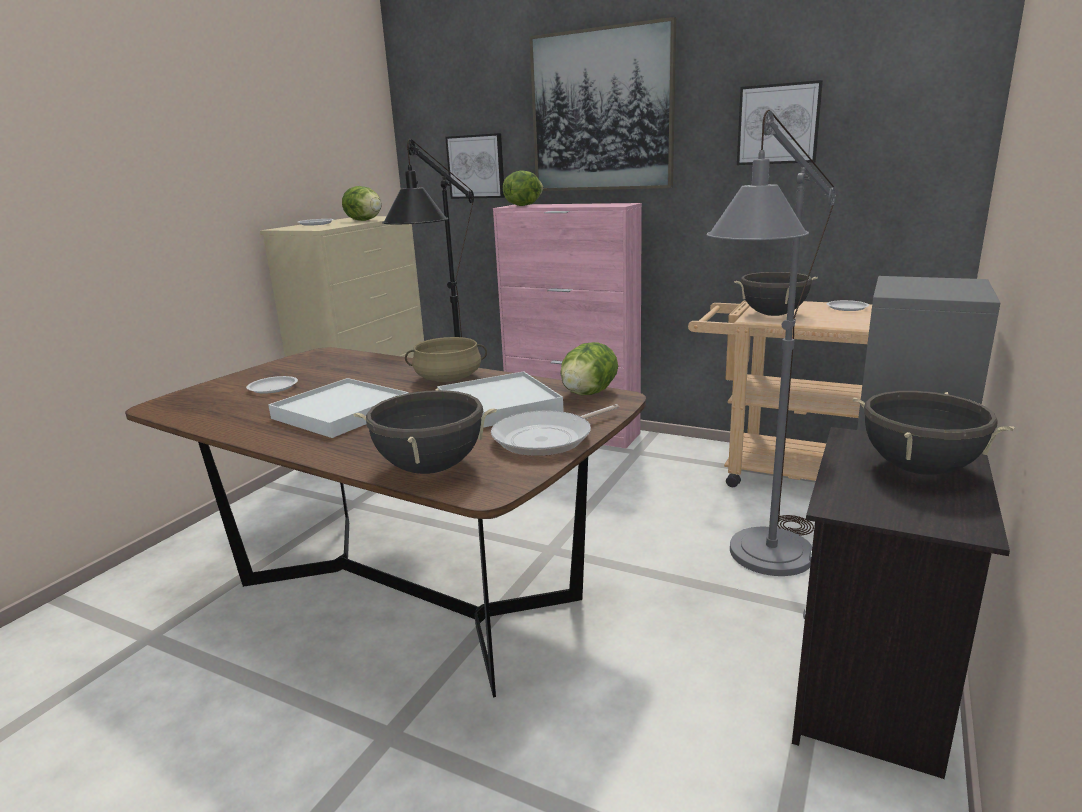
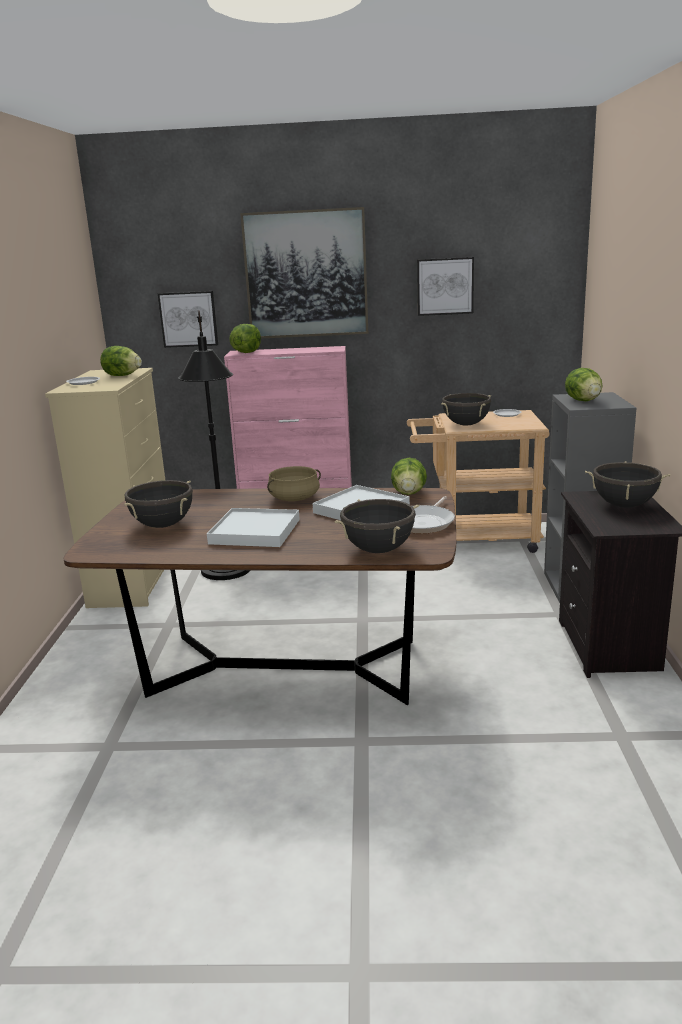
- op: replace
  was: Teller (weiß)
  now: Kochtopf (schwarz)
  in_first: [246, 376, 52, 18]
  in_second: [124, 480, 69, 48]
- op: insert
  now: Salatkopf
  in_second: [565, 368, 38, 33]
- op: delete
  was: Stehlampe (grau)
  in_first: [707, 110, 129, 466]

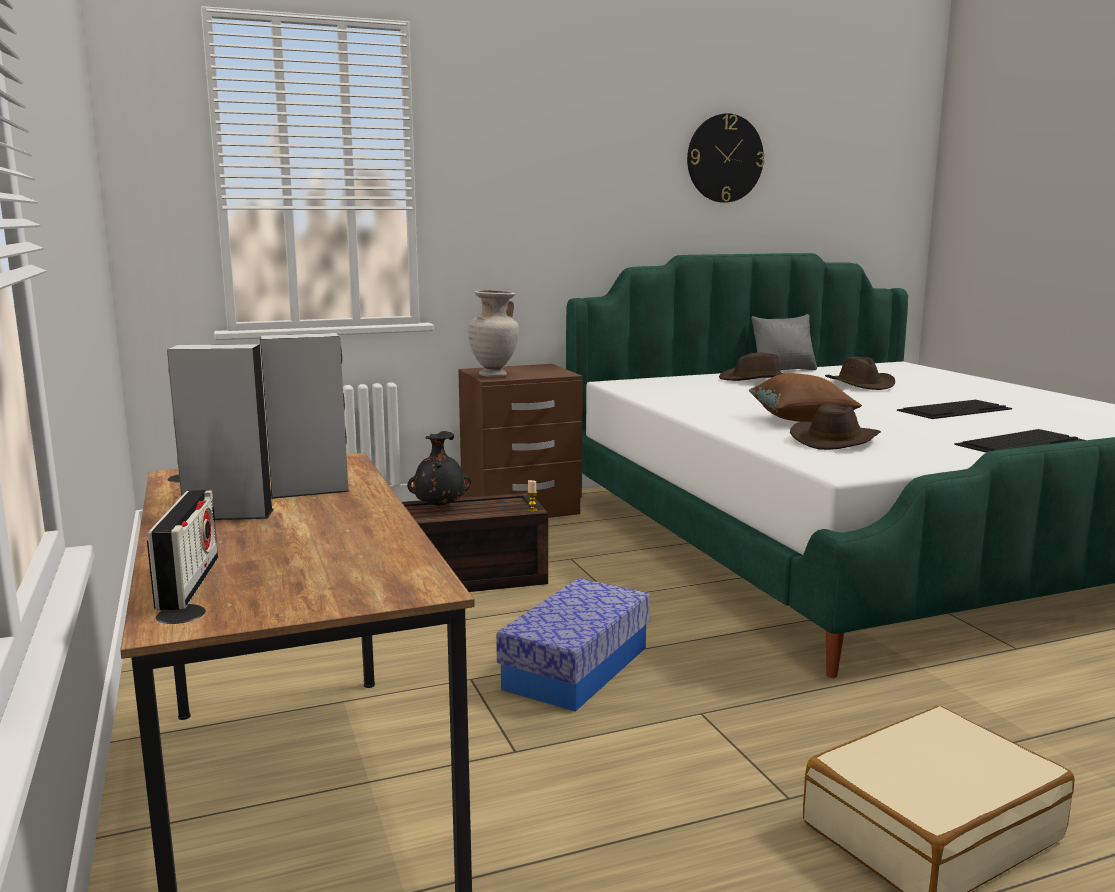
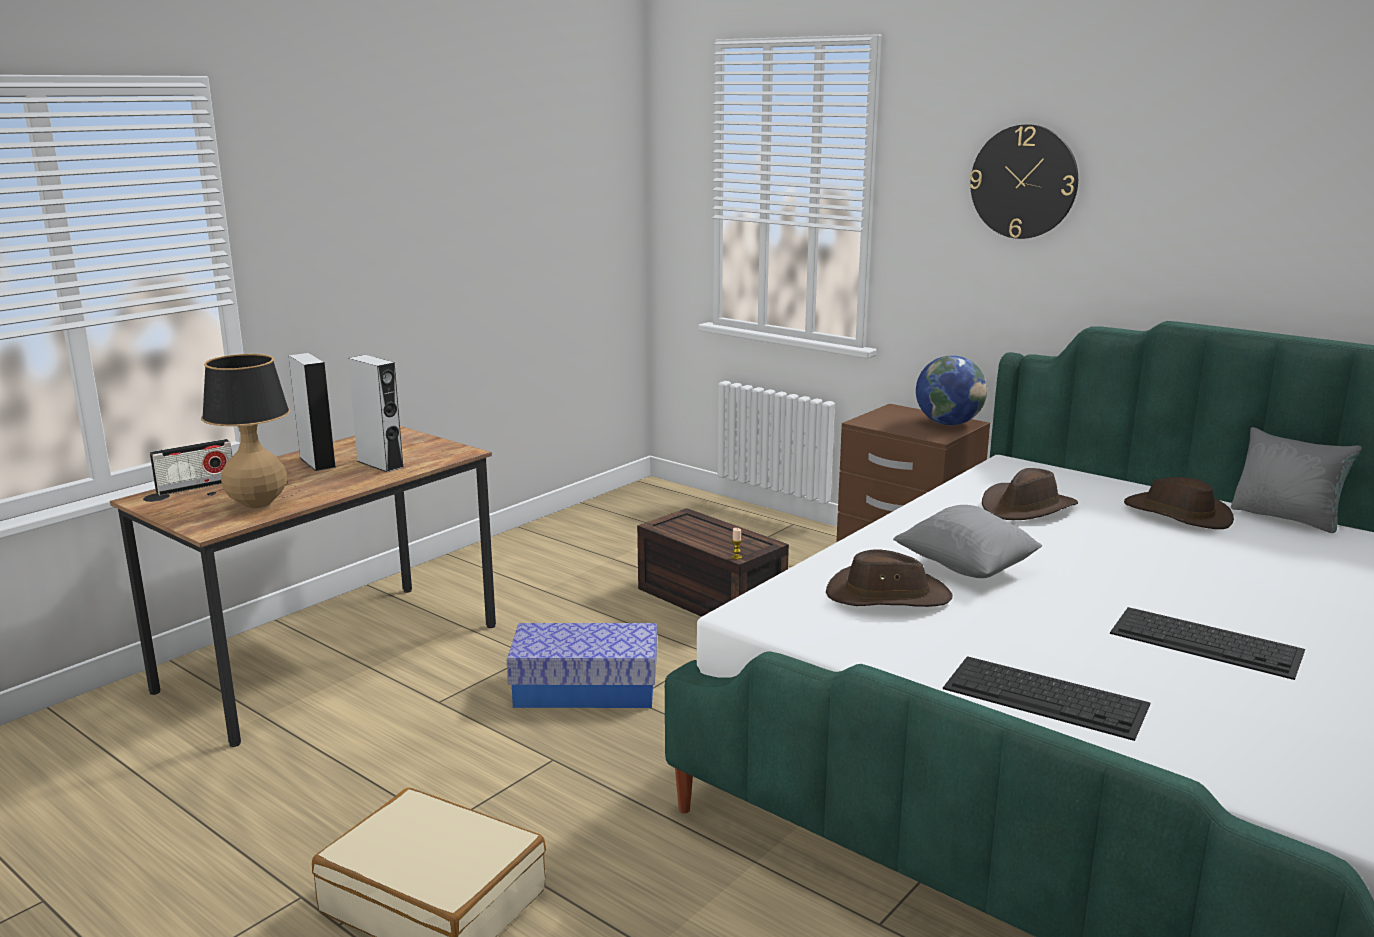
- op: insert
  now: Tischlampe
  in_second: [201, 354, 99, 154]
- op: recolor
  was: Kissen (braun)
  now: Kissen (grau)
  in_first: [748, 373, 114, 49]
  in_second: [893, 505, 149, 73]
- op: insert
  now: Globus
  in_second: [916, 355, 71, 70]
- op: move
  was: Wanduhr
  in_first: [687, 113, 78, 90]
  in_second: [970, 124, 108, 115]
- op: move
  was: Hut (braun)
  in_first: [825, 357, 70, 33]
  in_second: [982, 468, 96, 52]
- op: delete
  was: Vase (schwarz)
  in_first: [407, 431, 64, 75]
- op: delete
  was: Vase (beige)
  in_first: [469, 290, 50, 87]

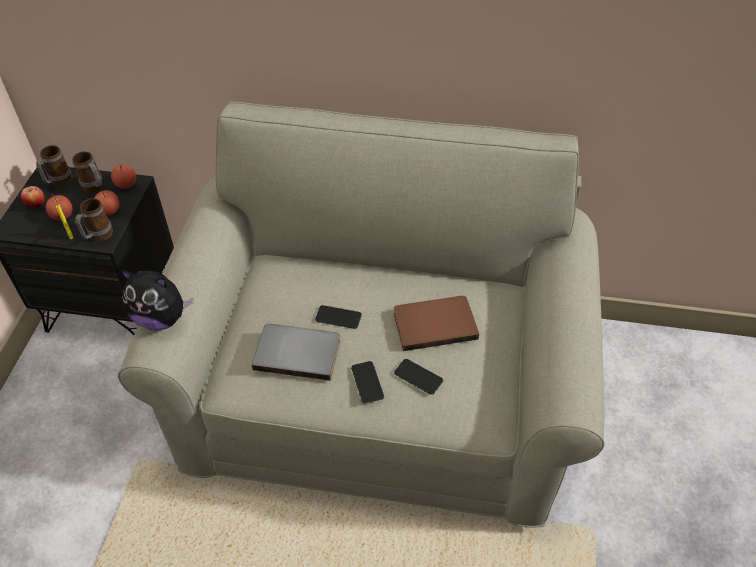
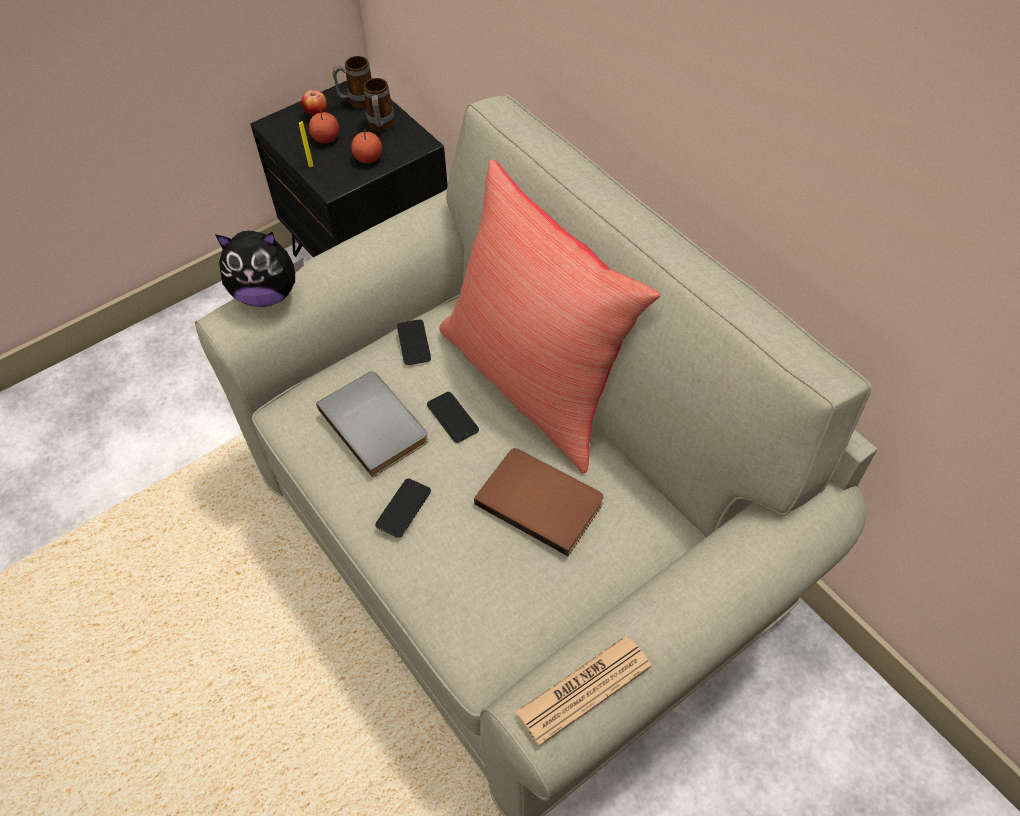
- op: rotate
  was: Plüschtier
  in_first: [121, 270, 73, 60]
  in_second: [215, 231, 89, 76]
  clockwise: -60
- op: move
  was: Handy
  in_first: [394, 359, 49, 36]
  in_second: [397, 319, 34, 46]
- op: insert
  now: Kissen (rot)
  in_second: [439, 159, 221, 315]
- op: insert
  now: Zeitung
  in_second: [515, 636, 137, 110]
- op: delete
  was: Henkelbecher
  in_first: [75, 198, 38, 43]
- op: delete
  was: Apfel
  in_first: [111, 164, 25, 25]

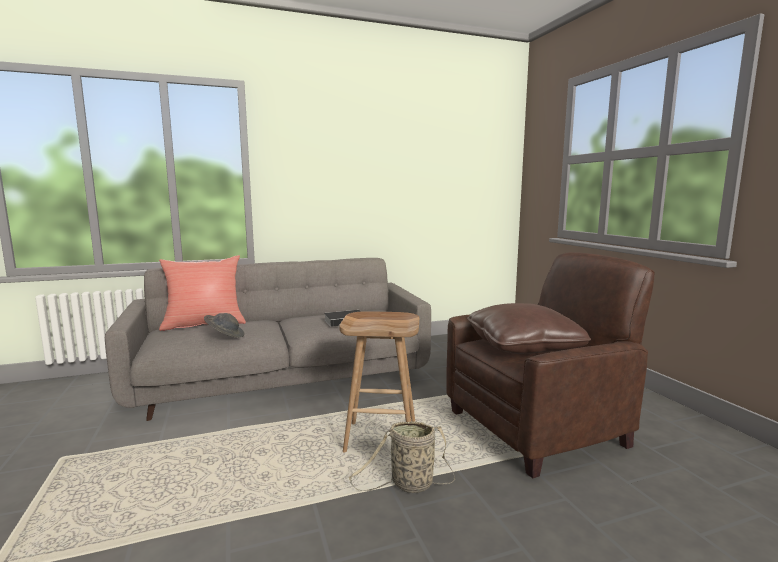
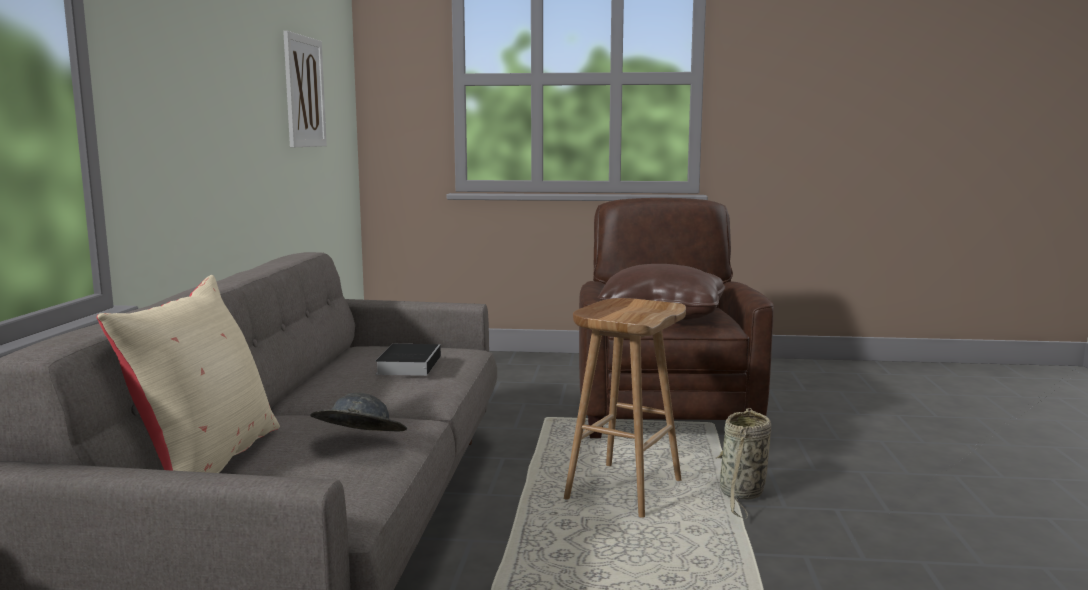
- op: recolor
  was: Kissen (rot)
  now: Kissen (beige)
  in_first: [159, 255, 87, 76]
  in_second: [97, 275, 183, 198]
- op: insert
  now: Bild
  in_second: [283, 31, 44, 116]

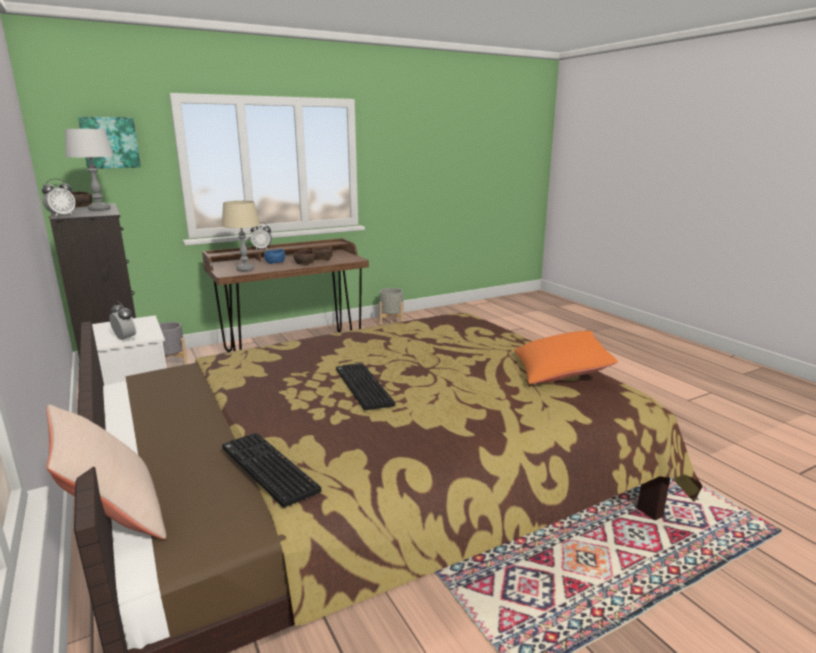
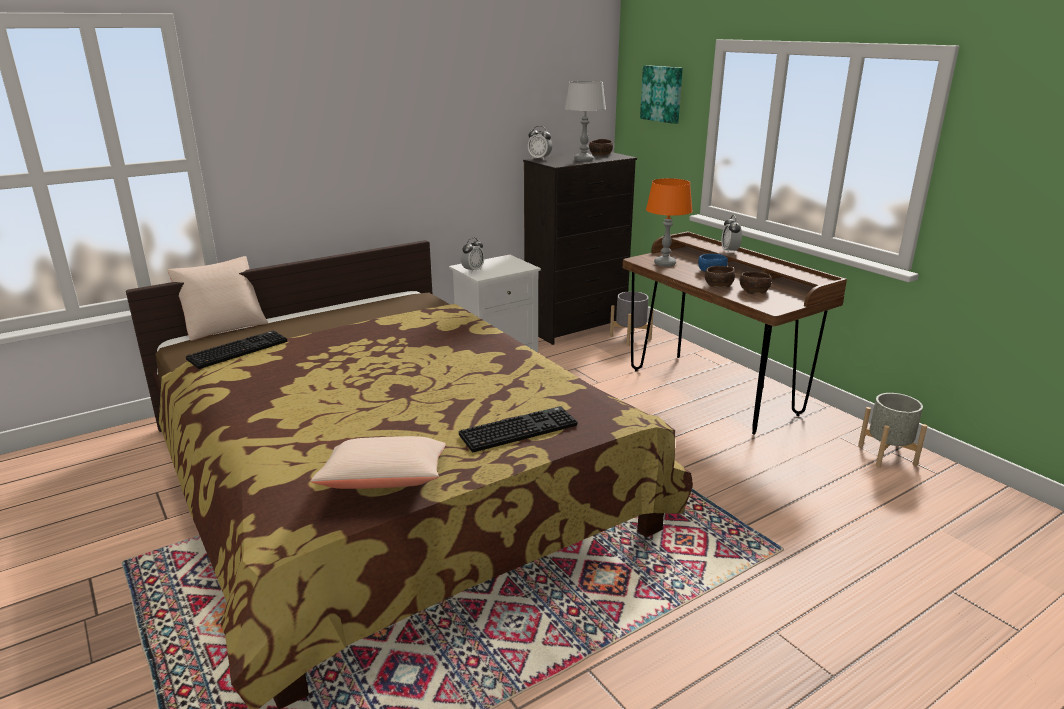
- op: recolor
  was: Kissen (orange)
  now: Kissen (beige)
  in_first: [514, 331, 104, 53]
  in_second: [311, 436, 135, 53]
- op: move
  was: Tastatur
  in_first: [336, 363, 59, 47]
  in_second: [459, 406, 118, 46]
- op: recolor
  was: Tischlampe (beige)
  now: Tischlampe (orange)
  in_first: [222, 201, 38, 70]
  in_second: [646, 178, 47, 89]

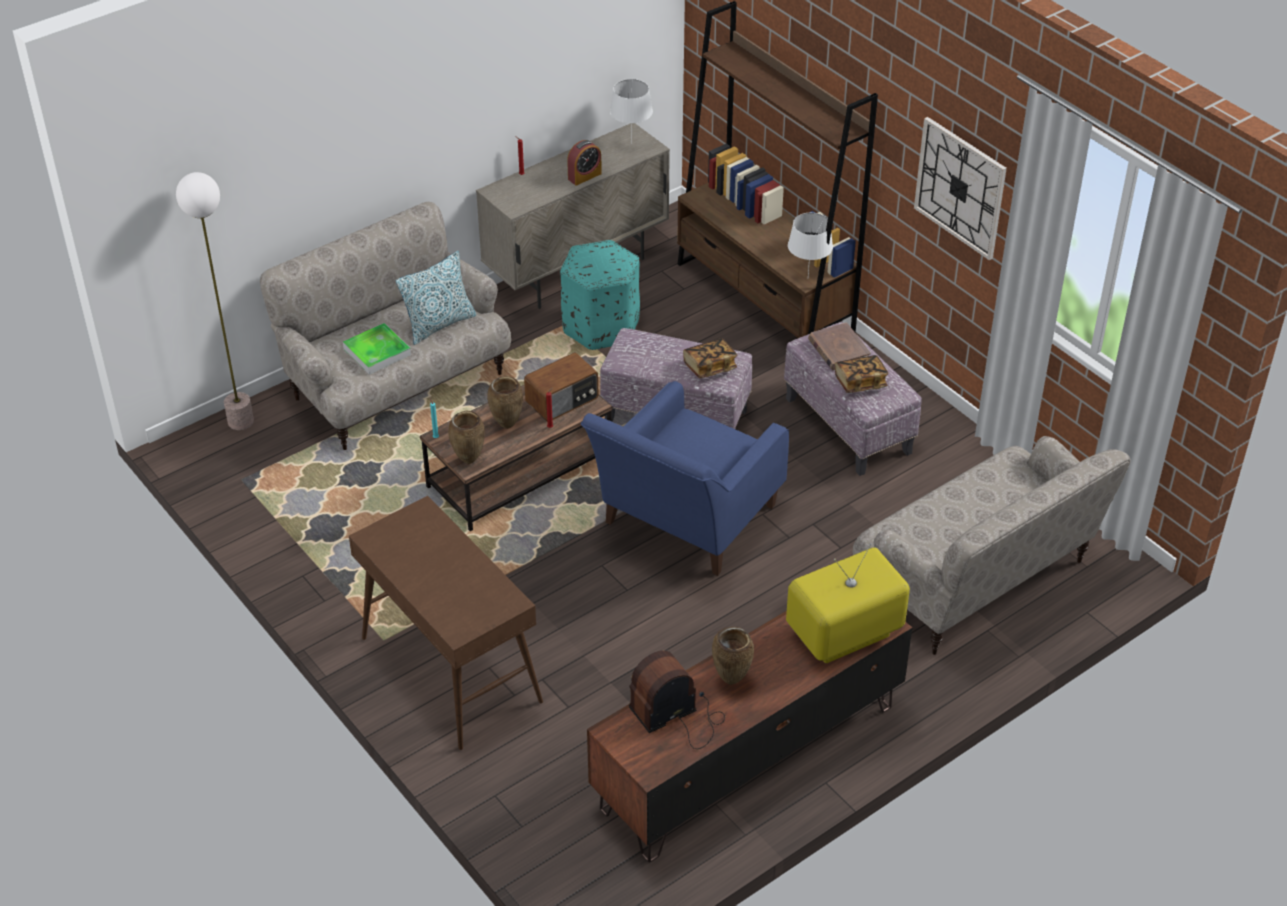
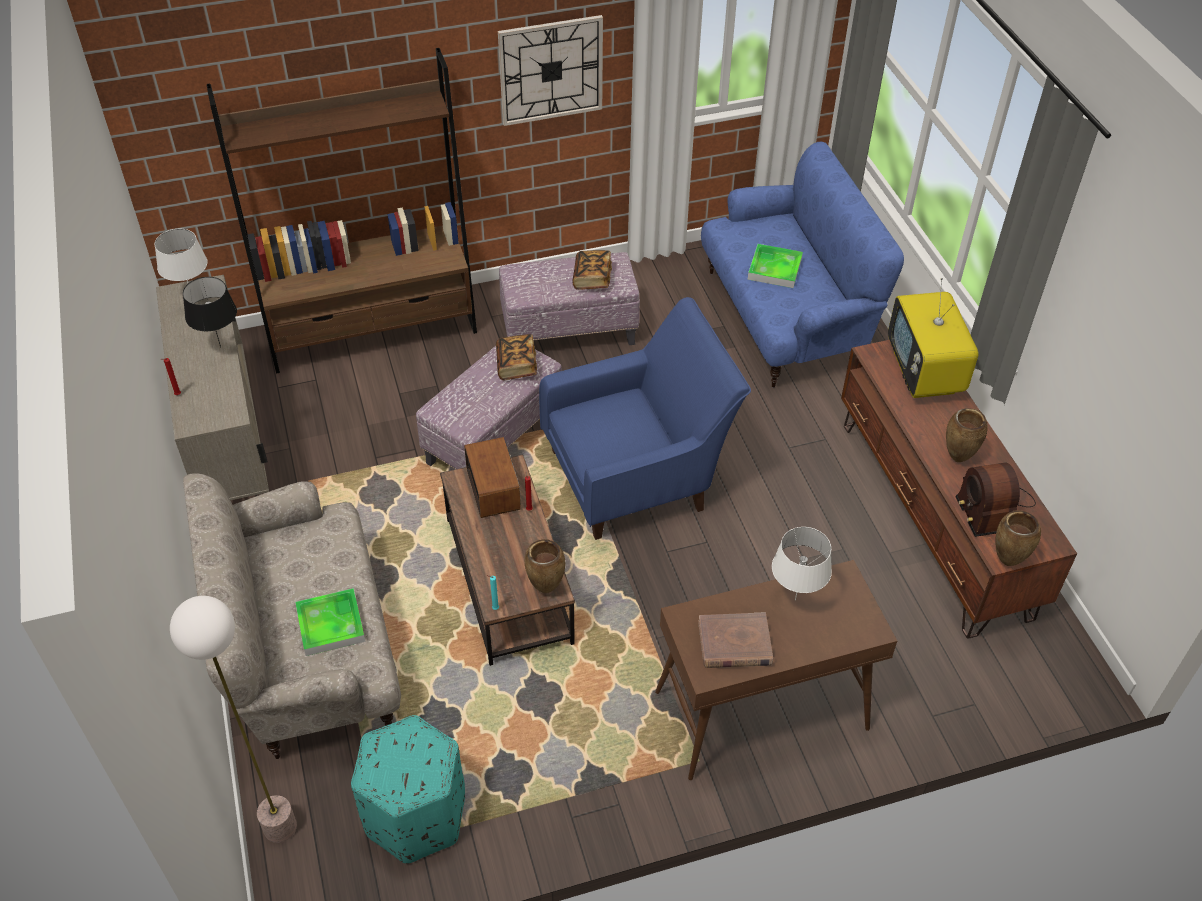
- op: replace
  was: Wecker
  now: Tischlampe (schwarz)
  in_first: [567, 140, 35, 45]
  in_second: [183, 277, 54, 71]
- op: move
  was: Polsterhocker (türkis)
  in_first: [560, 240, 80, 110]
  in_second: [351, 715, 114, 149]
- op: rotate
  was: Sessel (blau)
  in_first: [581, 381, 208, 195]
  in_second: [539, 297, 212, 243]
  clockwise: -75
- op: move
  was: Buch (braun)
  in_first: [808, 322, 63, 49]
  in_second: [698, 612, 75, 56]
- op: recolor
  was: Sofa (beige)
  now: Sofa (blau)
  in_first: [853, 436, 278, 219]
  in_second: [701, 142, 203, 245]
- op: insert
  now: Tablett
  in_second: [748, 244, 55, 44]
- op: move
  was: Tischlampe (weiß)
  in_first: [788, 213, 45, 63]
  in_second: [772, 527, 60, 73]
- op: move
  was: Vase (braun)
  in_first: [487, 376, 36, 53]
  in_second: [995, 510, 46, 56]
- op: delete
  was: Kissen
  in_first: [396, 251, 81, 94]

